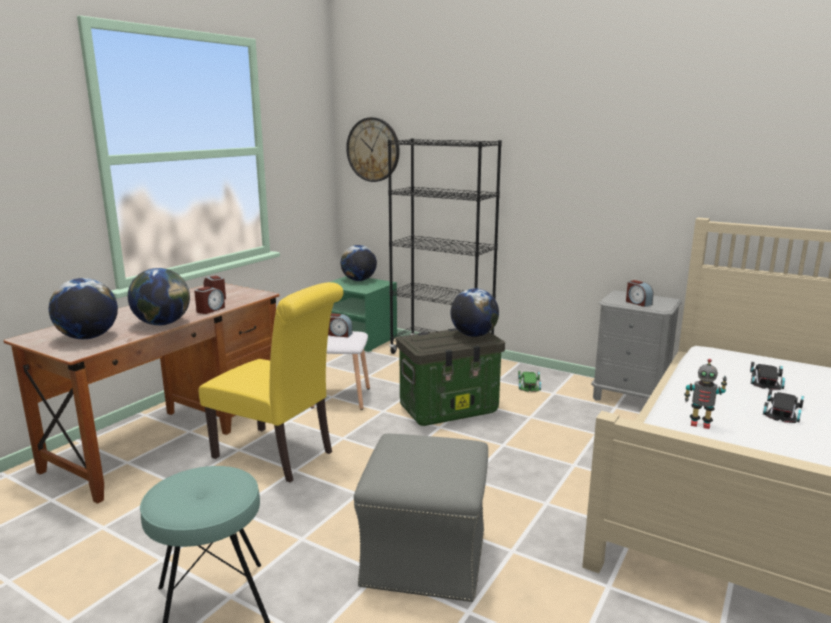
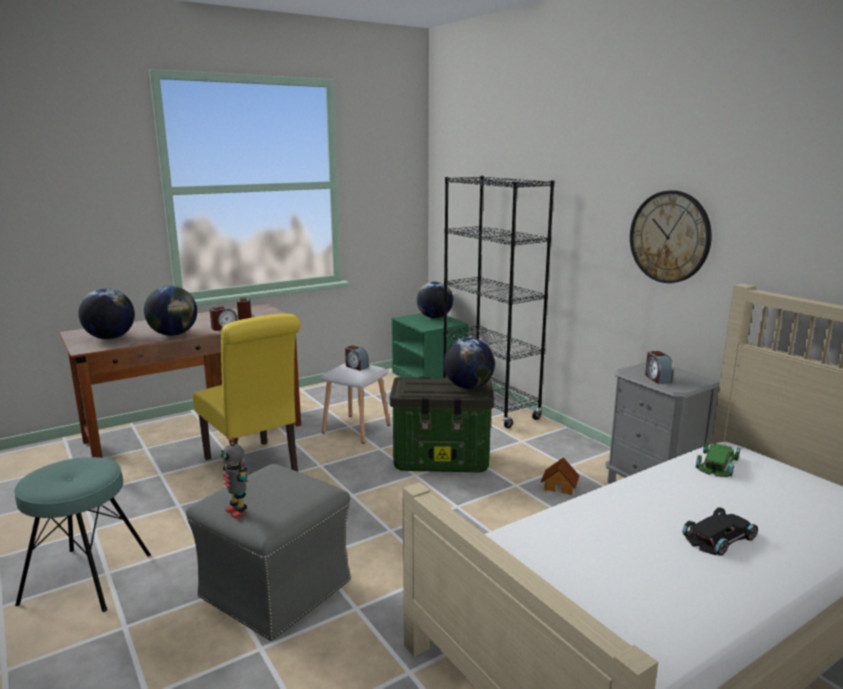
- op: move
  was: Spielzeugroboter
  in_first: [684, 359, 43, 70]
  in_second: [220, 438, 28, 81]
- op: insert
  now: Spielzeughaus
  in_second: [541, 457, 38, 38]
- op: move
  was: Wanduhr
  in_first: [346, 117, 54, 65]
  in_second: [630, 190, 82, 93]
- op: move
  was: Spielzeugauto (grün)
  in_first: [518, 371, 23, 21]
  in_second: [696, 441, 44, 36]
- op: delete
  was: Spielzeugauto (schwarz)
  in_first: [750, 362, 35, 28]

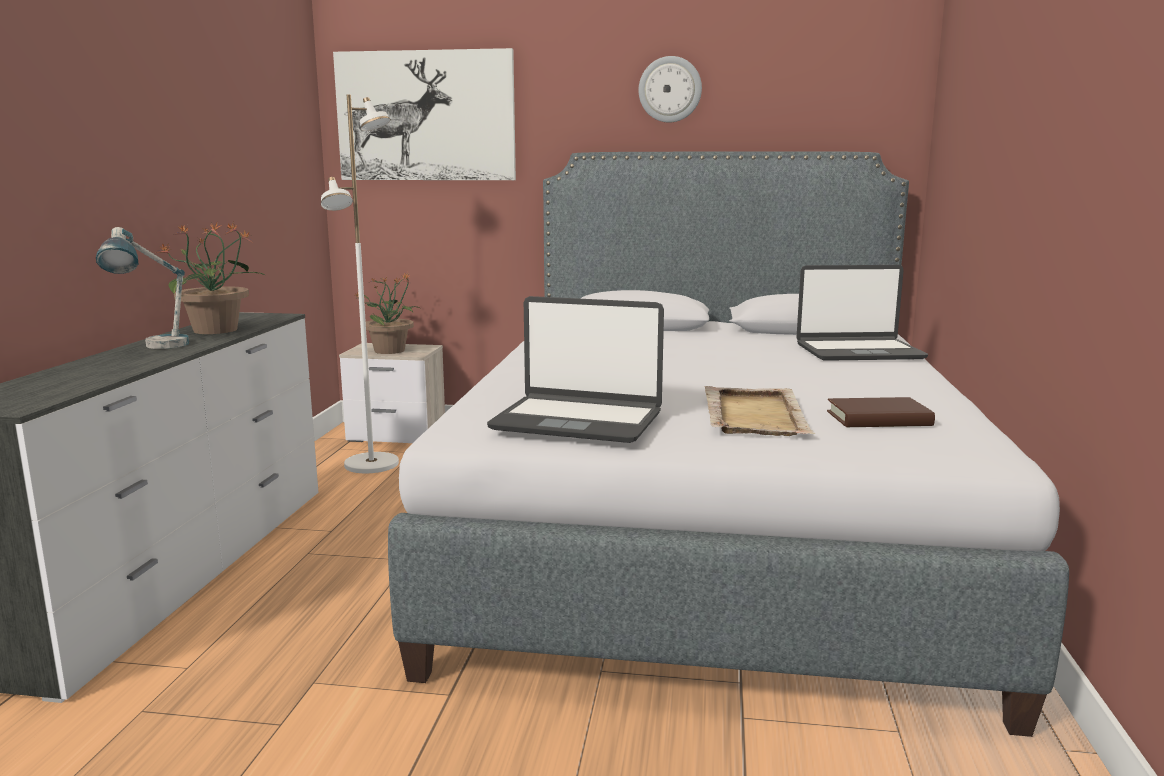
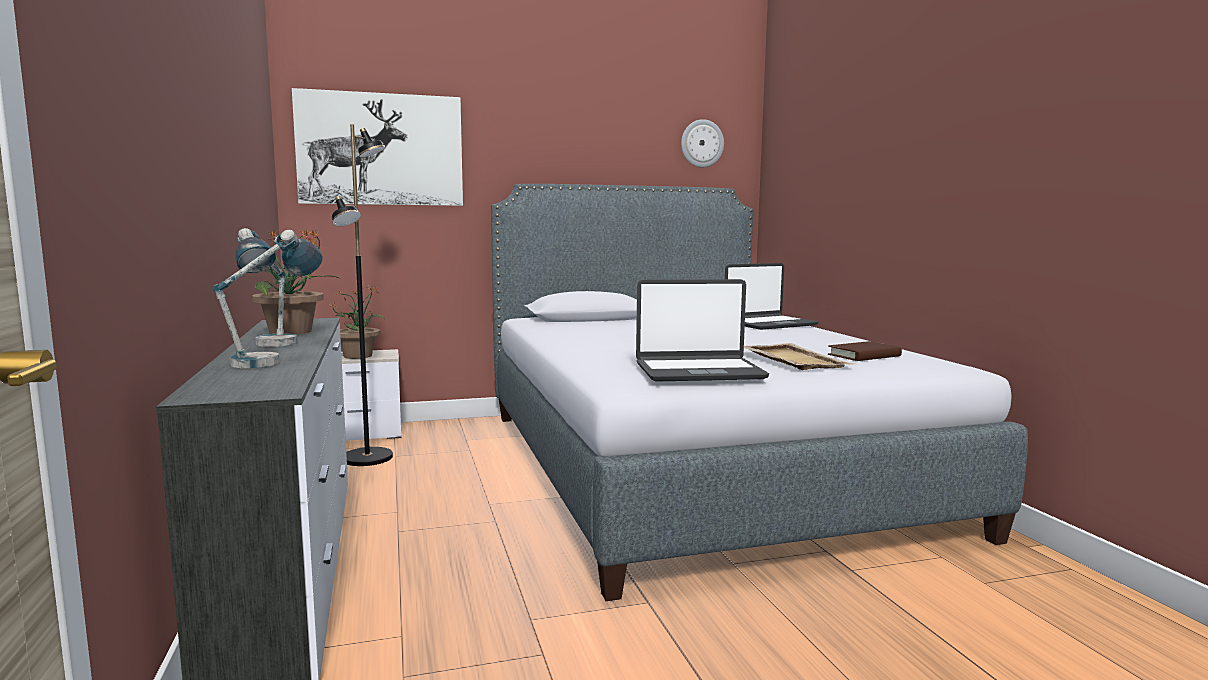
- op: insert
  now: Tischlampe
  in_second: [213, 230, 110, 138]
- op: recolor
  was: Stehlampe (weiß)
  now: Stehlampe (schwarz)
  in_first: [321, 95, 78, 378]
  in_second: [332, 124, 61, 342]
- op: move
  was: Wanduhr
  in_first: [639, 56, 63, 67]
  in_second: [681, 119, 43, 48]

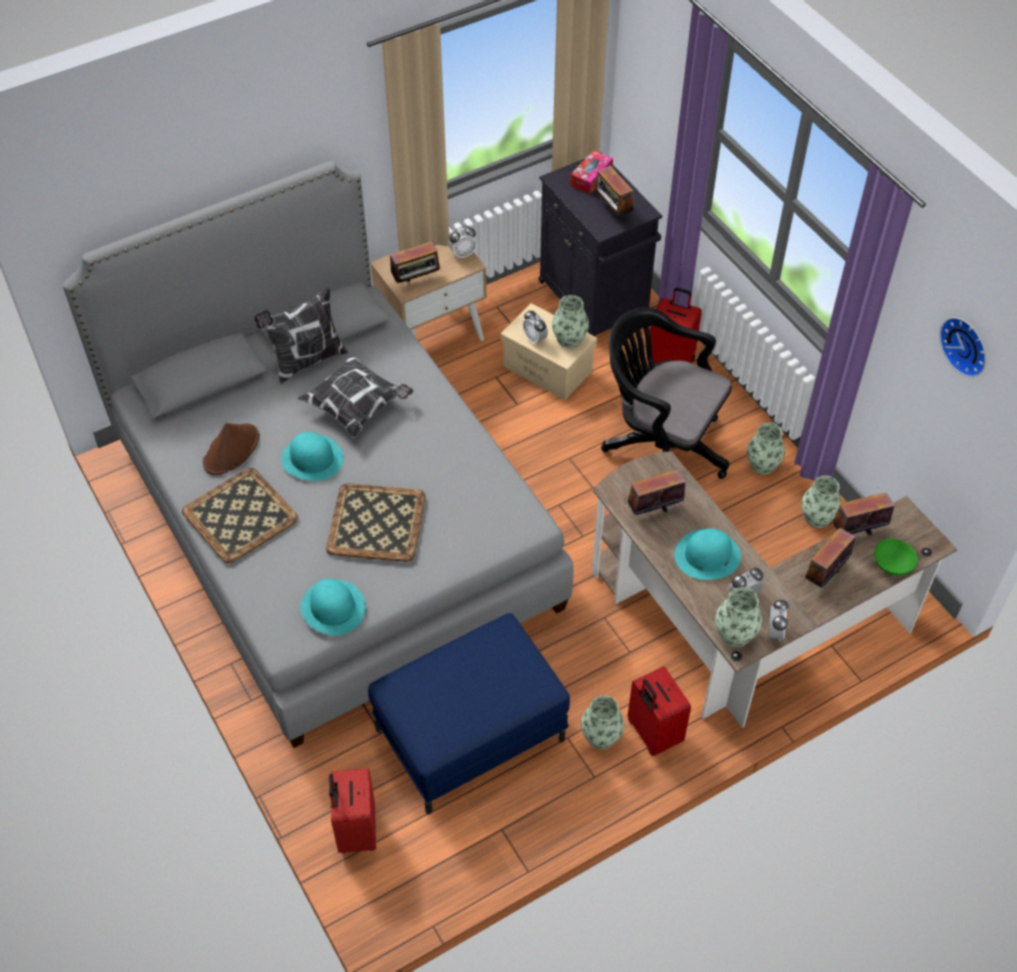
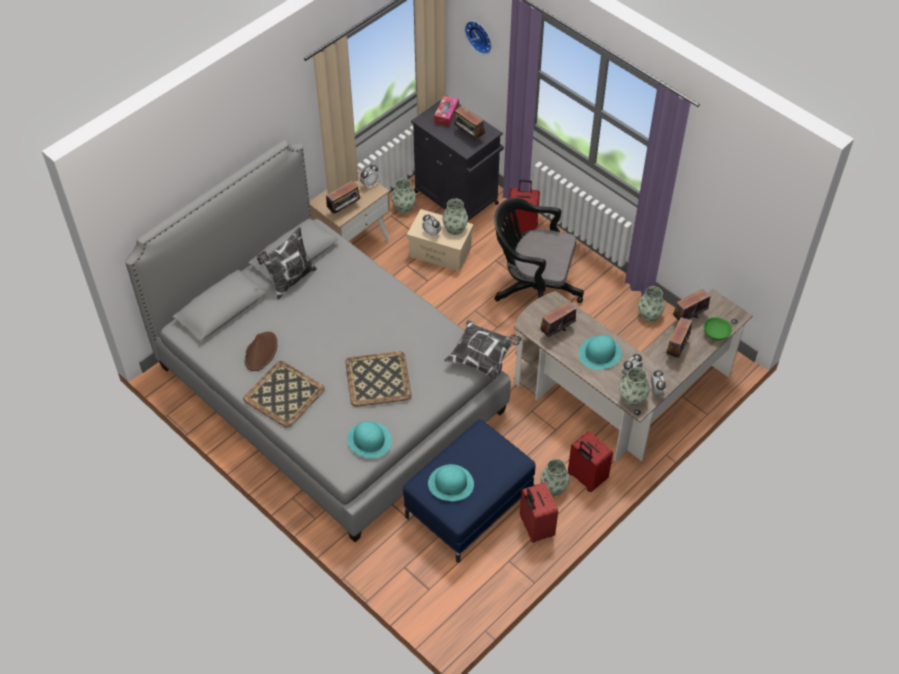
- op: move
  was: Vase
  in_first: [747, 423, 38, 52]
  in_second: [391, 178, 25, 35]
- op: move
  was: Hut (türkis)
  in_first: [281, 432, 62, 49]
  in_second: [428, 464, 46, 37]
- op: move
  was: Kissen
  in_first: [297, 354, 116, 84]
  in_second: [444, 320, 78, 60]
- op: move
  was: Wanduhr
  in_first: [939, 317, 47, 60]
  in_second: [465, 21, 27, 33]
- op: move
  was: Koffer (rot)
  in_first: [329, 768, 47, 85]
  in_second: [520, 482, 38, 61]

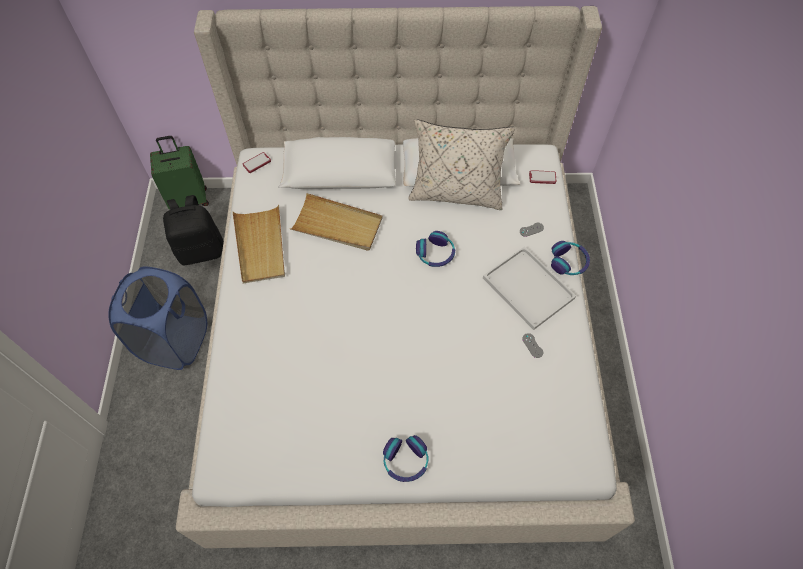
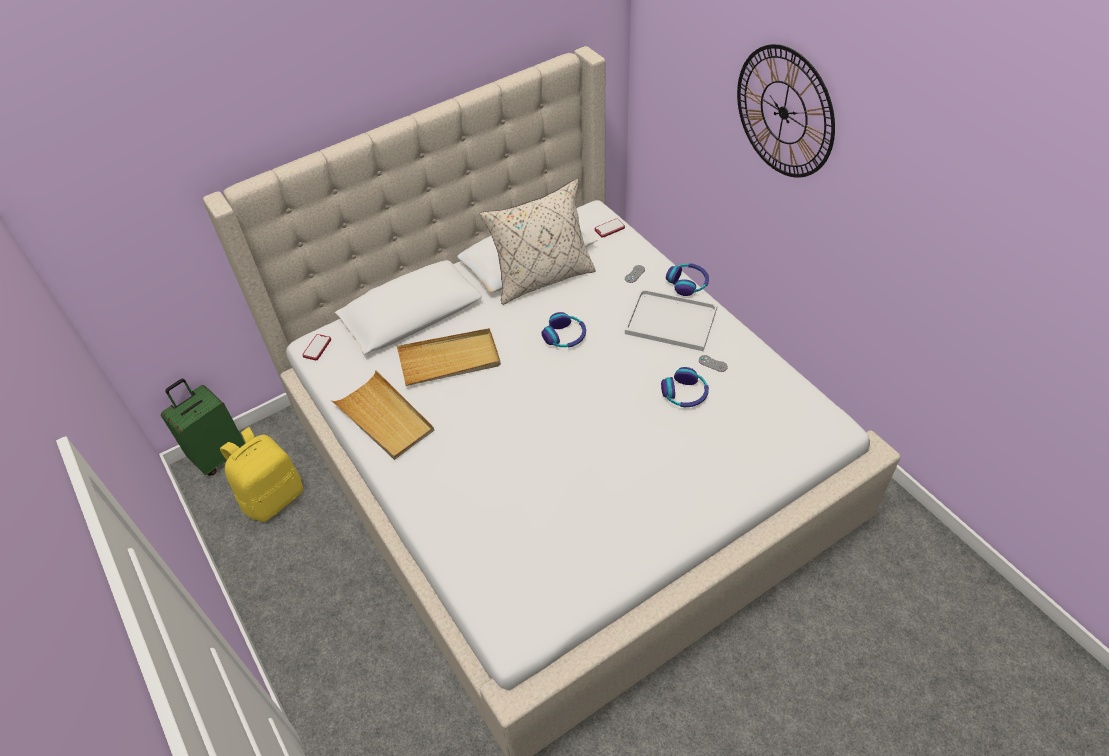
- op: recolor
  was: Rucksack (schwarz)
  now: Rucksack (gelb)
  in_first: [163, 195, 61, 70]
  in_second: [220, 427, 83, 95]
- op: move
  was: Kopfhörer
  in_first: [383, 435, 45, 47]
  in_second: [661, 367, 48, 40]
- op: insert
  now: Wanduhr
  in_second: [737, 44, 98, 134]
- op: delete
  was: Wäschekorb (blau)
  in_first: [108, 267, 99, 103]

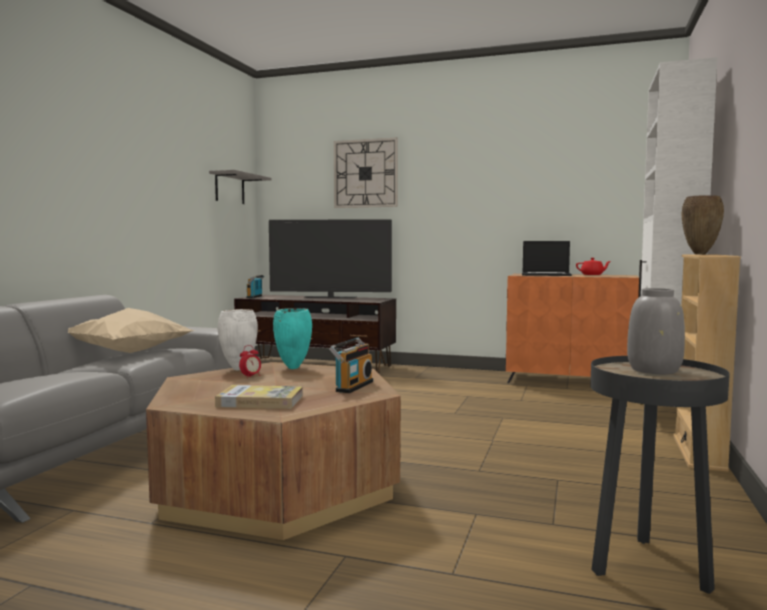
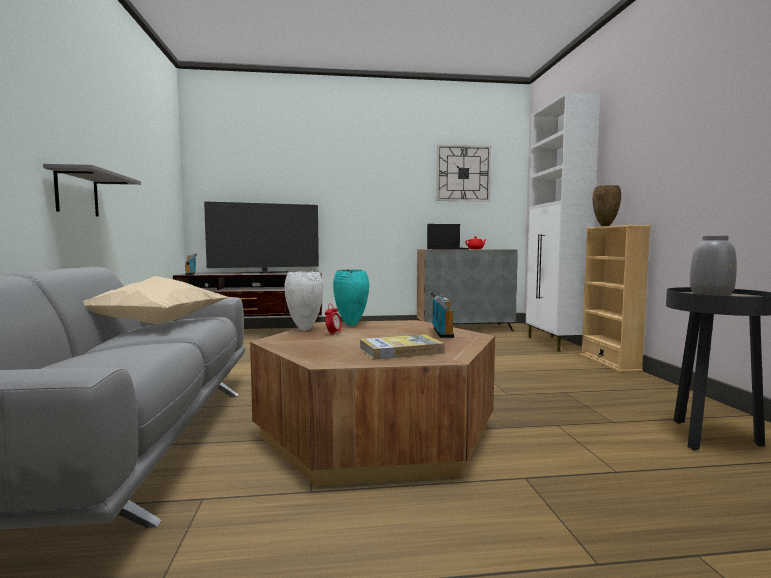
- op: move
  was: Wandregal (grau)
  in_first: [209, 170, 62, 34]
  in_second: [43, 164, 98, 52]
- op: recolor
  was: Schrank (orange)
  now: Schrank (grau)
  in_first: [506, 274, 133, 109]
  in_second: [417, 249, 101, 82]
- op: move
  was: Wanduhr
  in_first: [334, 137, 64, 71]
  in_second: [436, 144, 55, 58]

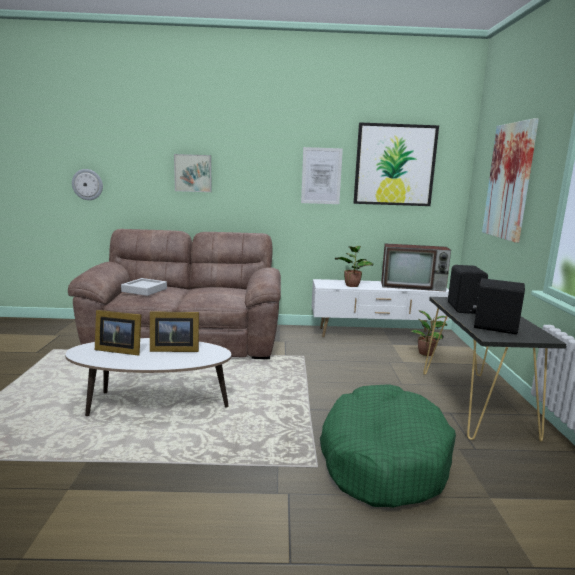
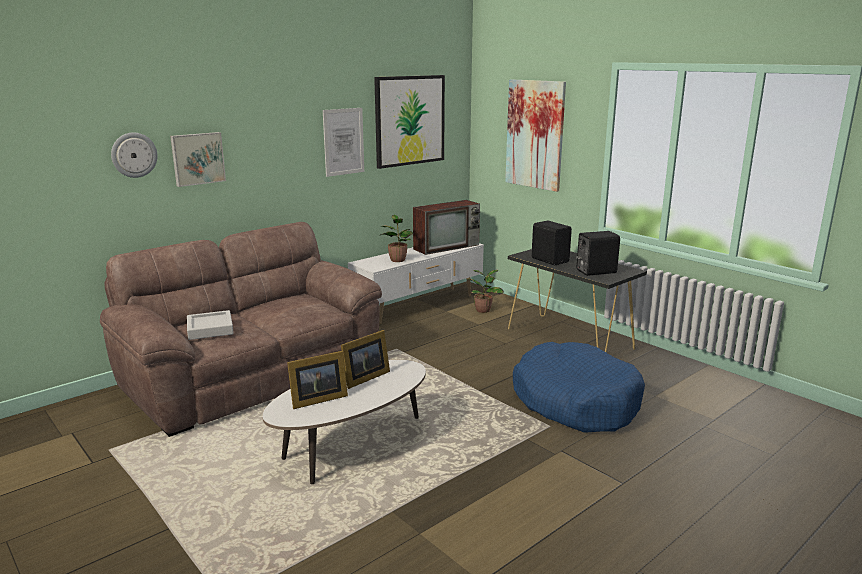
- op: move
  was: Wanduhr
  in_first: [72, 169, 31, 31]
  in_second: [111, 132, 47, 46]
- op: recolor
  was: Hundebett (grün)
  now: Hundebett (blau)
  in_first: [320, 384, 136, 124]
  in_second: [513, 342, 132, 91]

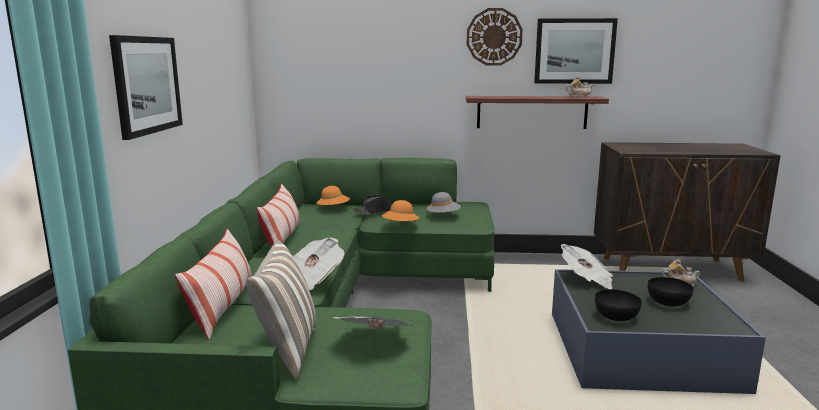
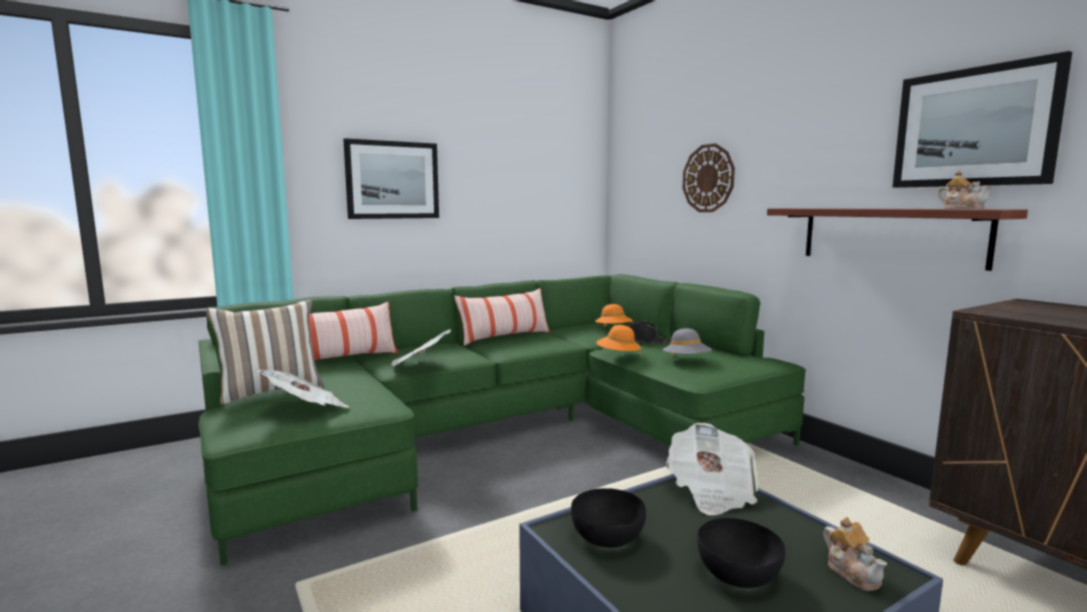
- op: move
  was: Wanduhr
  in_first: [467, 8, 56, 58]
  in_second: [683, 143, 52, 69]

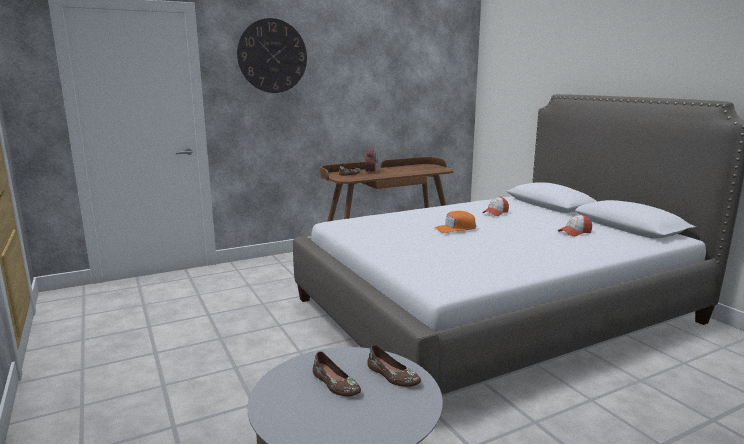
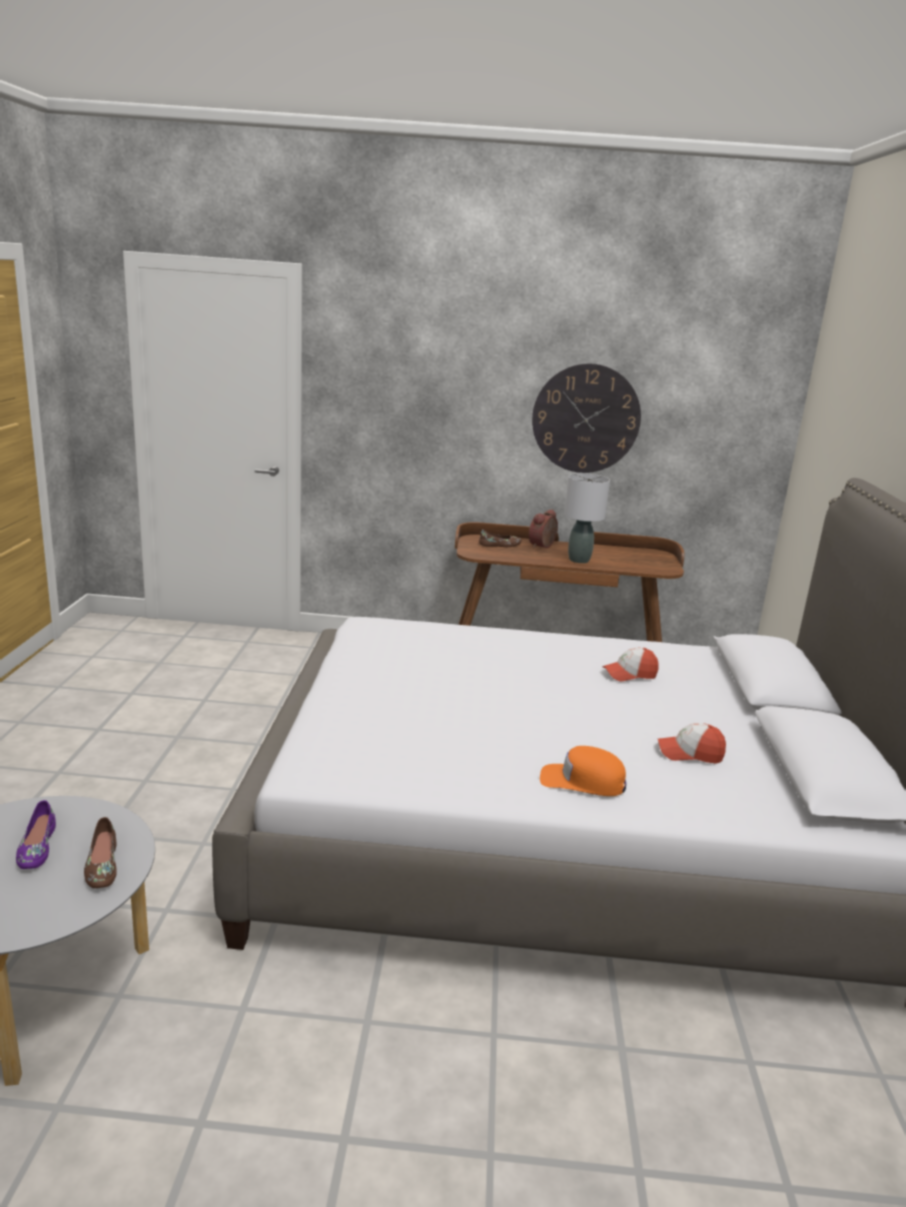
- op: recolor
  was: Schuh (braun)
  now: Schuh (lila)
  in_first: [313, 351, 48, 46]
  in_second: [16, 800, 40, 69]
- op: move
  was: Wanduhr
  in_first: [237, 18, 70, 75]
  in_second: [532, 364, 109, 109]
- op: move
  was: Kappe (orange)
  in_first: [435, 211, 41, 22]
  in_second: [540, 746, 86, 50]
- op: insert
  now: Tischlampe (grau)
  in_second: [564, 473, 46, 90]

